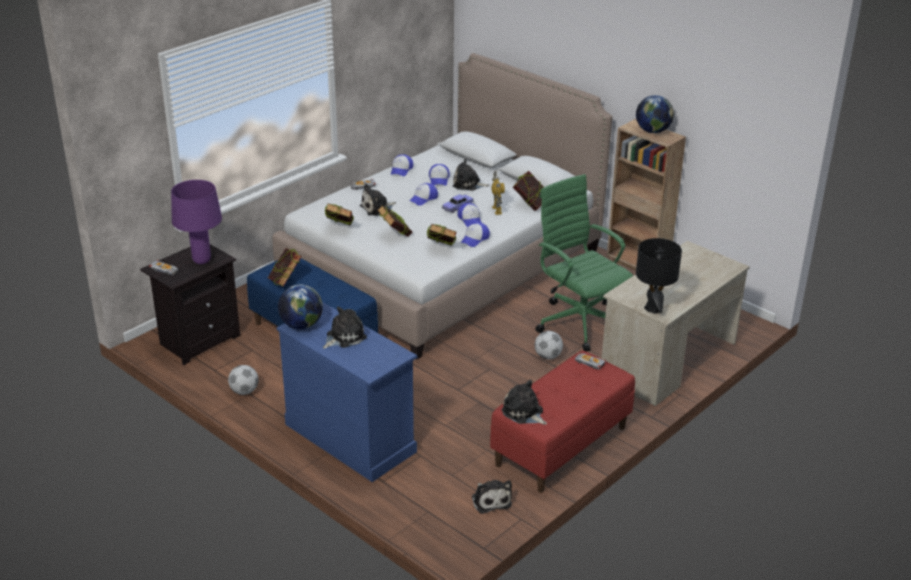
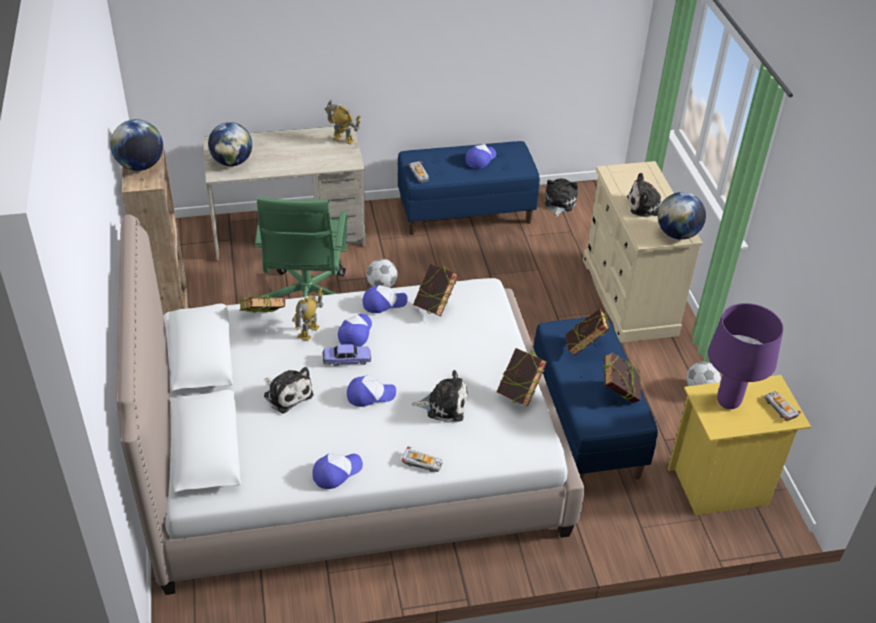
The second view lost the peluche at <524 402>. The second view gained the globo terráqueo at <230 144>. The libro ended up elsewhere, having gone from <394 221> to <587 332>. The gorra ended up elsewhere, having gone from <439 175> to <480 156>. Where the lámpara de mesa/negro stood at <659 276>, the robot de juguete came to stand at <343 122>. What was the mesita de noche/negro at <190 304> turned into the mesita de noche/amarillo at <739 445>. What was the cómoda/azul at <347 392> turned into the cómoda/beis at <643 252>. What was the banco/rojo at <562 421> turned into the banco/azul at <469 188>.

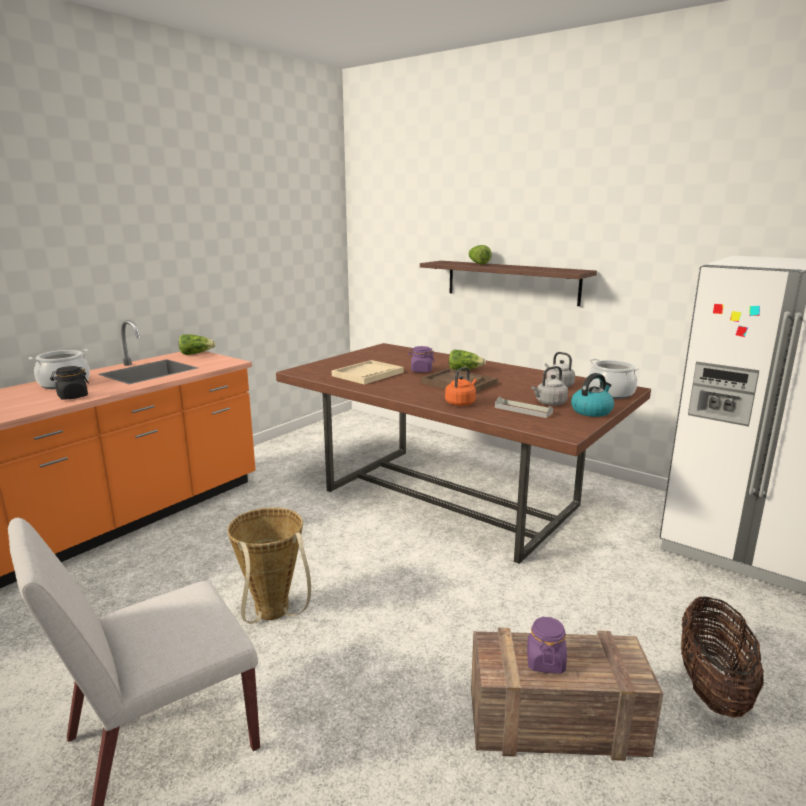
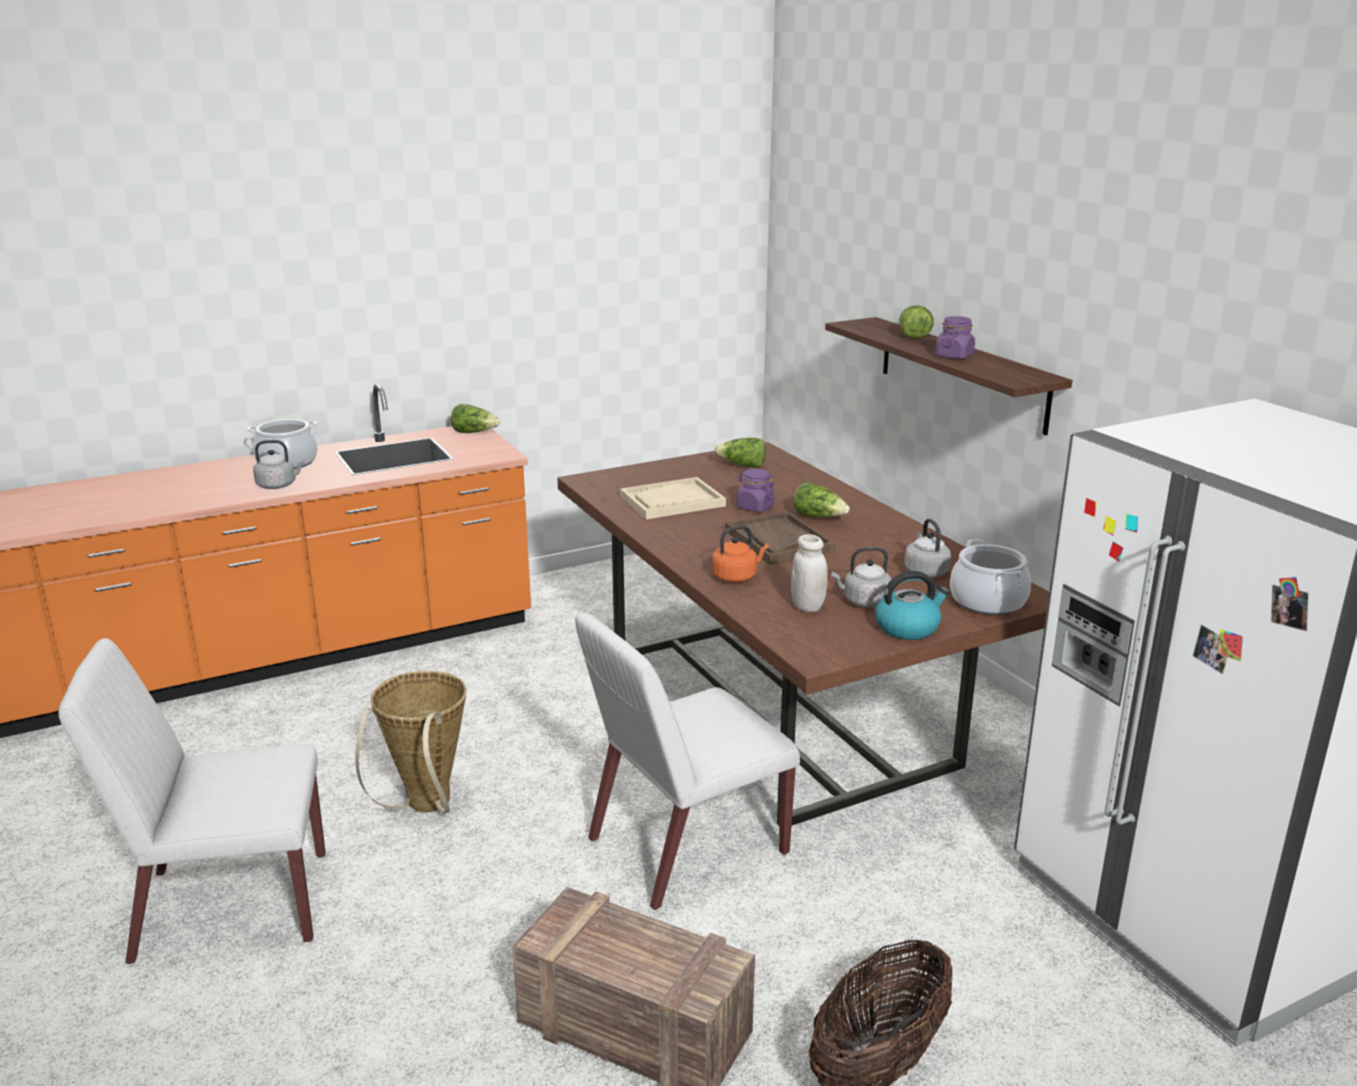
The second view gained the silla/blanco at <687 761>. The second view gained the lechuga at <740 453>. The tarro/morado ended up elsewhere, having gone from <547 645> to <955 337>. Where the tarro/negro stood at <69 383>, the hervidor/gris came to stand at <279 464>. Where the bandeja/gris stood at <524 407>, the tarro/blanco came to stand at <809 573>.

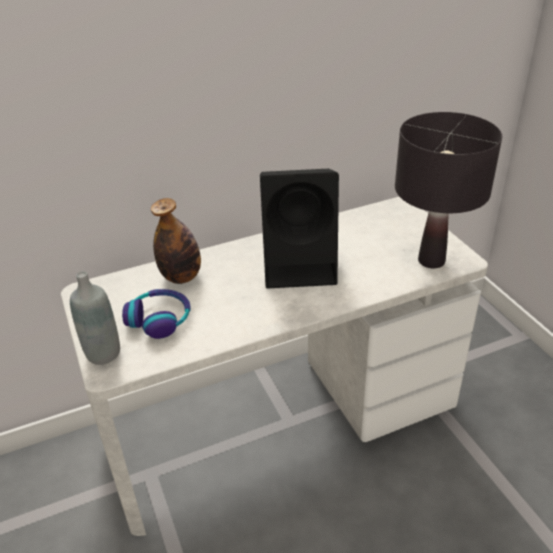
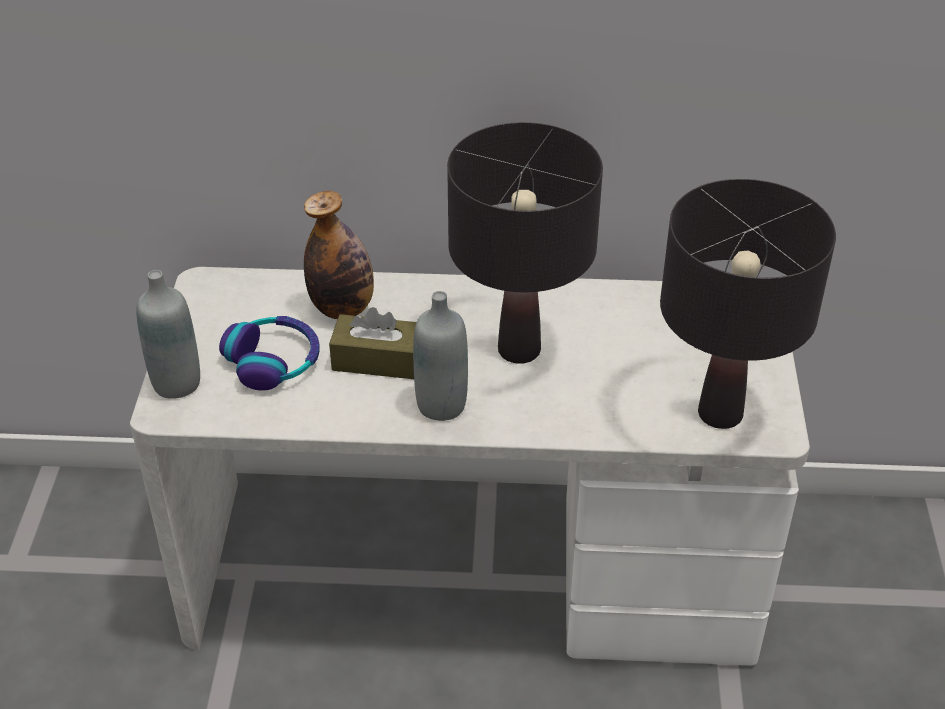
The second view gained the caja de pañuelos/marrón at <372 343>. The second view gained the botella/gris at <440 356>. Where the altavoz/negro stood at <299 229>, the lámpara de mesa/negro came to stand at <525 243>.

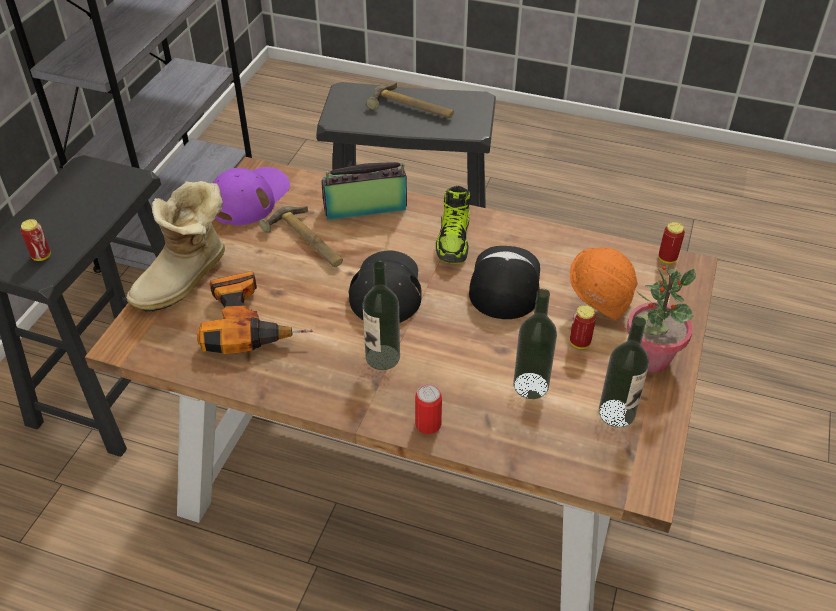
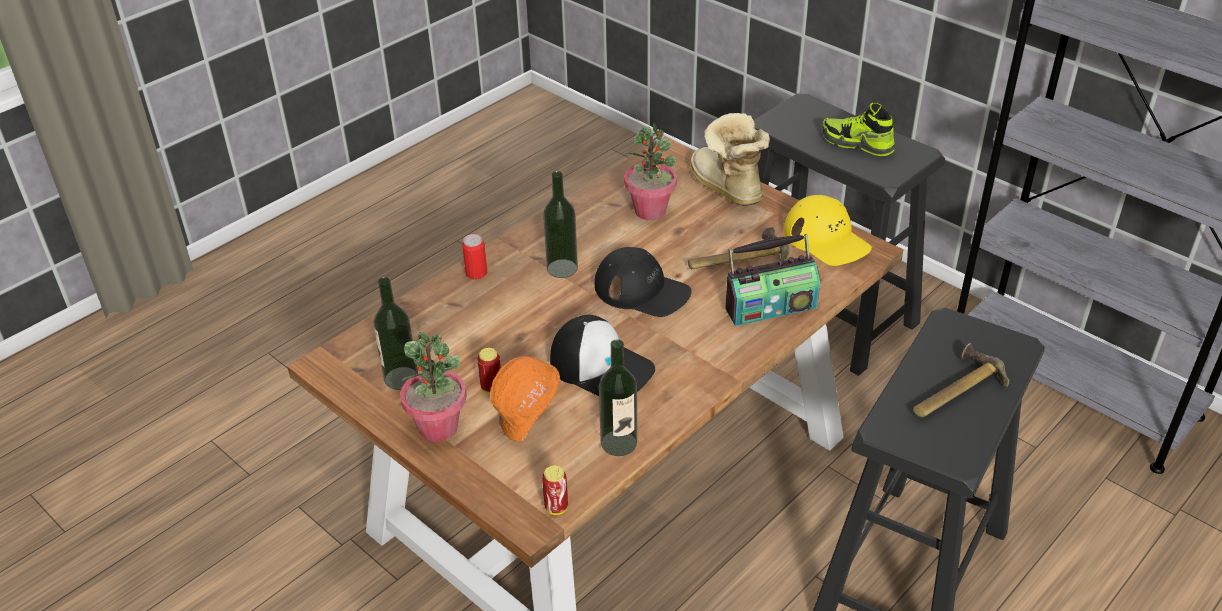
The second view lost the lata at <36 240>. The zapato ended up elsewhere, having gone from <453 225> to <858 129>. The botella ended up elsewhere, having gone from <535 344> to <618 397>. Where the taladro stood at <254 312>, the planta en maceta came to stand at <650 171>. What was the gorra/morado at <251 196> turned into the gorra/amarillo at <828 230>. The radio at <364 191> ended up facing another way, 60 degrees clockwise from before.

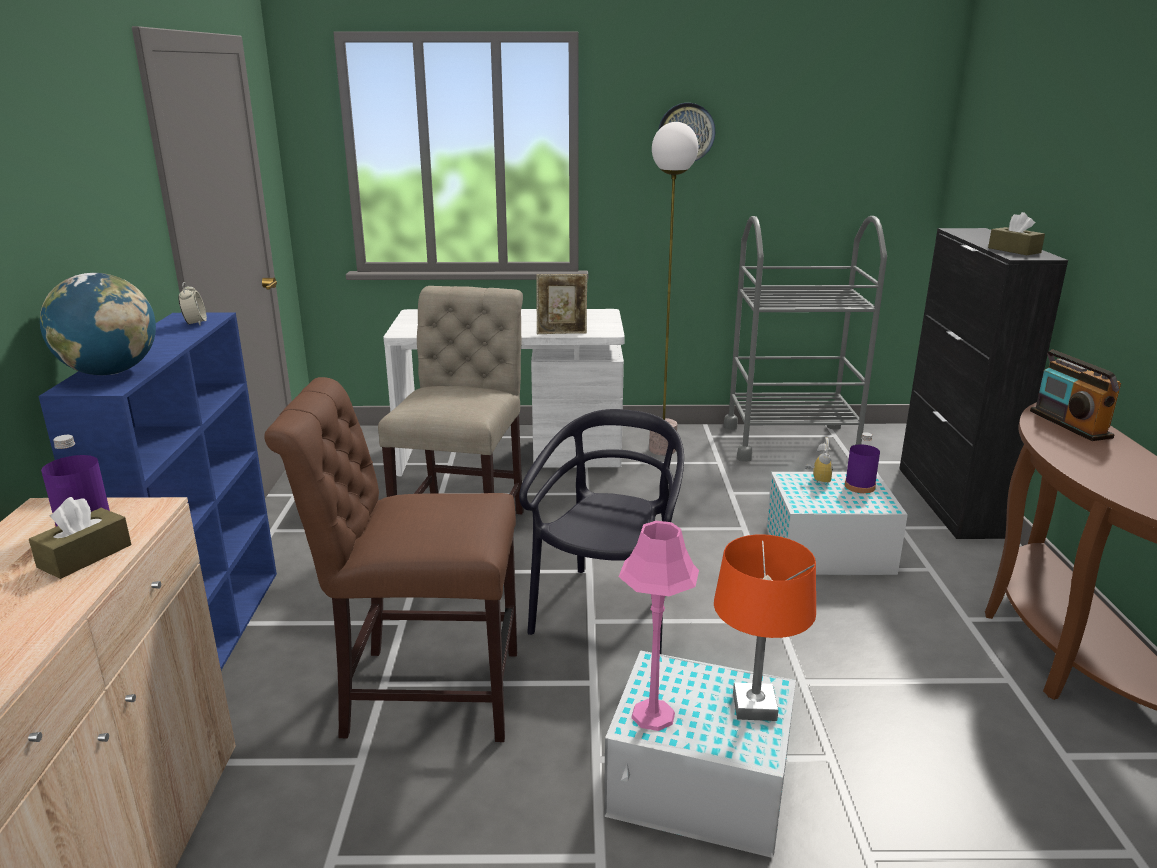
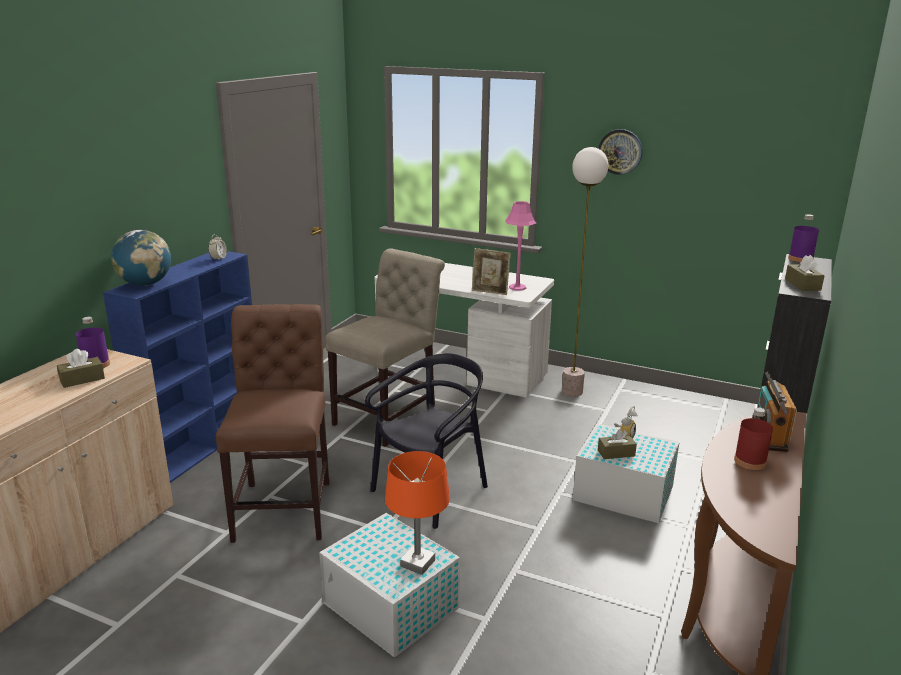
The second view lost the carrito/gris at <805 339>. The second view gained the caja de pañuelos/marrón at <617 444>. The second view gained the botella/rojo at <753 438>. The lámpara de mesa/rosa ended up elsewhere, having gone from <659 626> to <520 246>. The botella/morado ended up elsewhere, having gone from <862 462> to <803 238>. The silla/marrón at <390 559> ended up facing another way, 60 degrees clockwise from before.

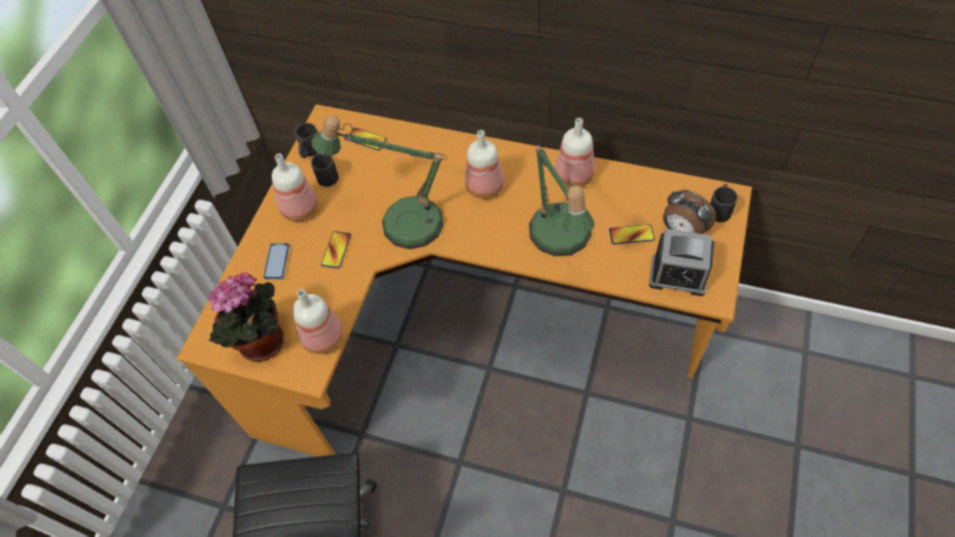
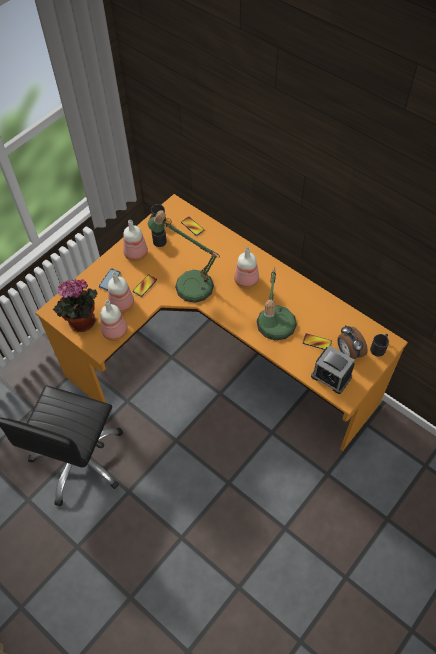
The botella ended up elsewhere, having gone from <575 152> to <121 292>.

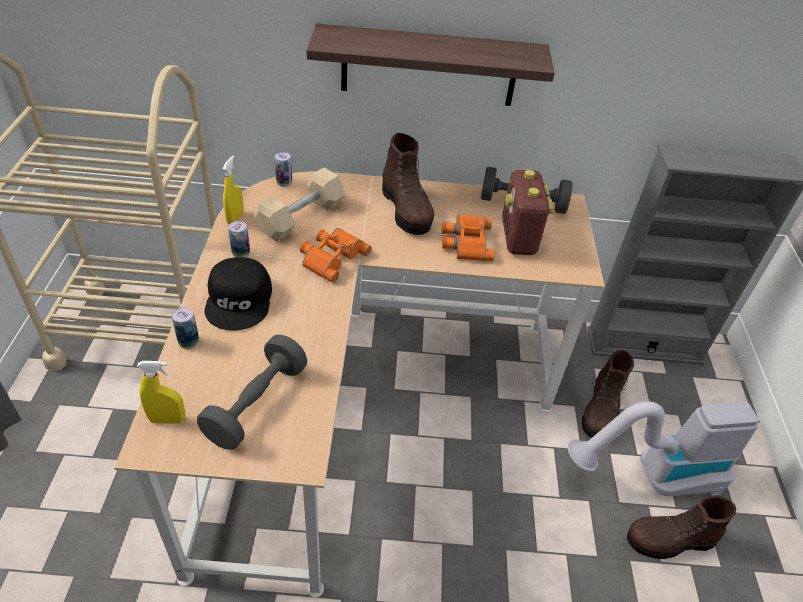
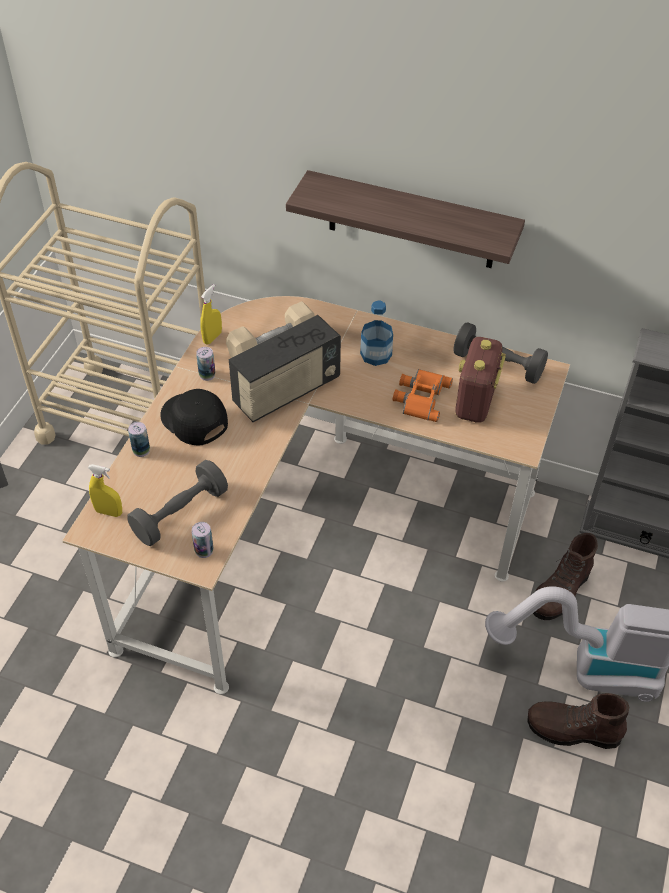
The lata ended up elsewhere, having gone from <283 169> to <202 540>. Where the prismáticos/naranja stood at <336 255>, the radio came to stand at <285 368>. Where the bota/marrón stood at <408 184>, the botella came to stand at <376 333>. The gorra/negro at <238 294> ended up facing another way, 120 degrees clockwise from before.

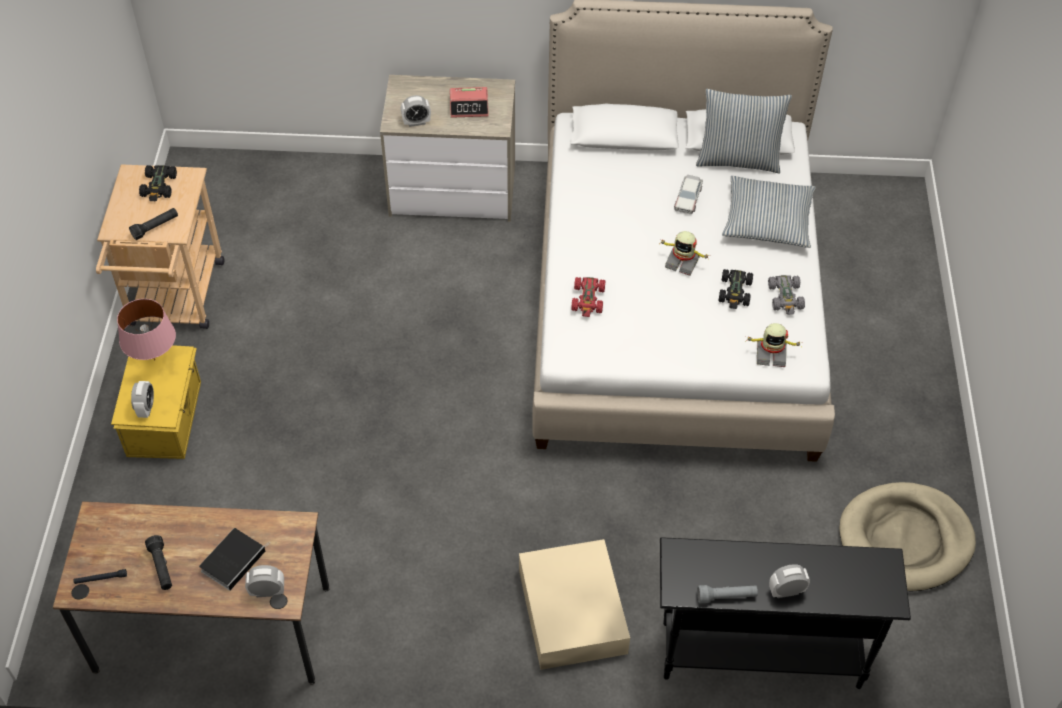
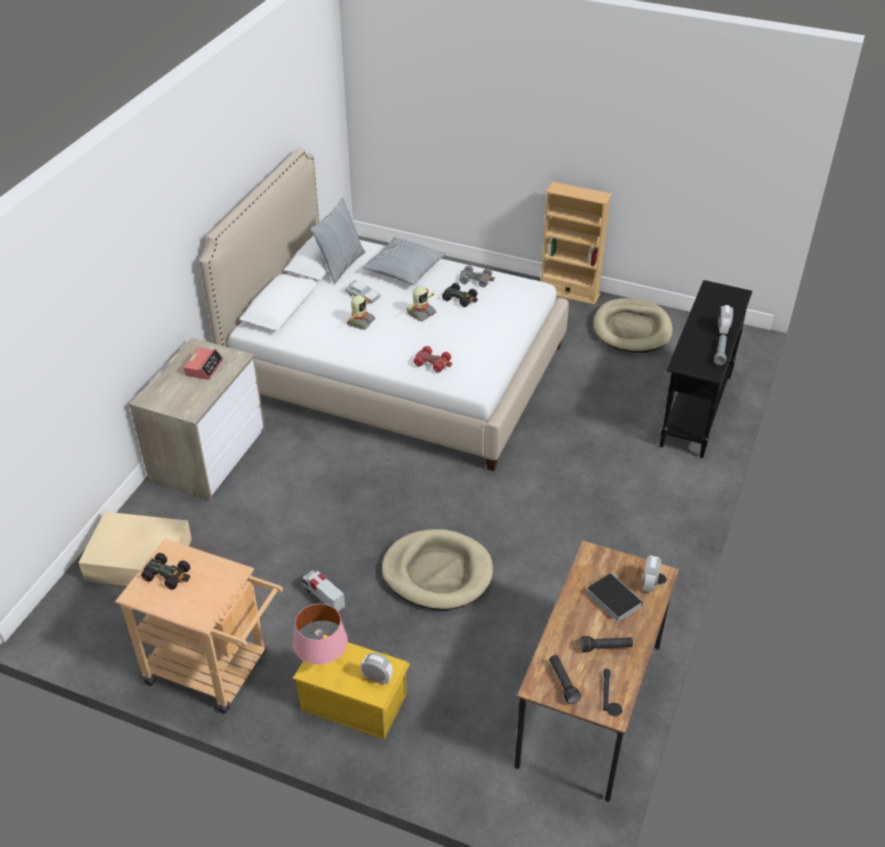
The second view lost the despertador at <416 111>. The second view gained the camión de juguete at <323 591>. The second view gained the cama para perro/beis at <437 569>. The second view gained the estantería/beis at <576 243>. The linterna/negro ended up elsewhere, having gone from <153 224> to <565 679>. The caja de almacenaje/beis ended up elsewhere, having gone from <574 604> to <135 548>. The robot de juguete ended up elsewhere, having gone from <774 345> to <361 312>.

